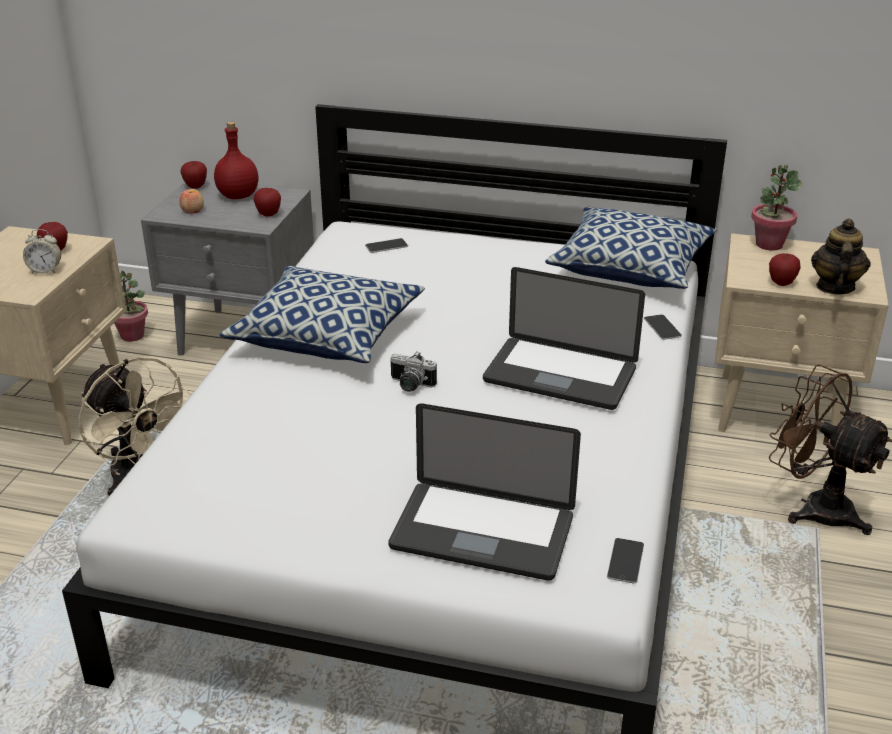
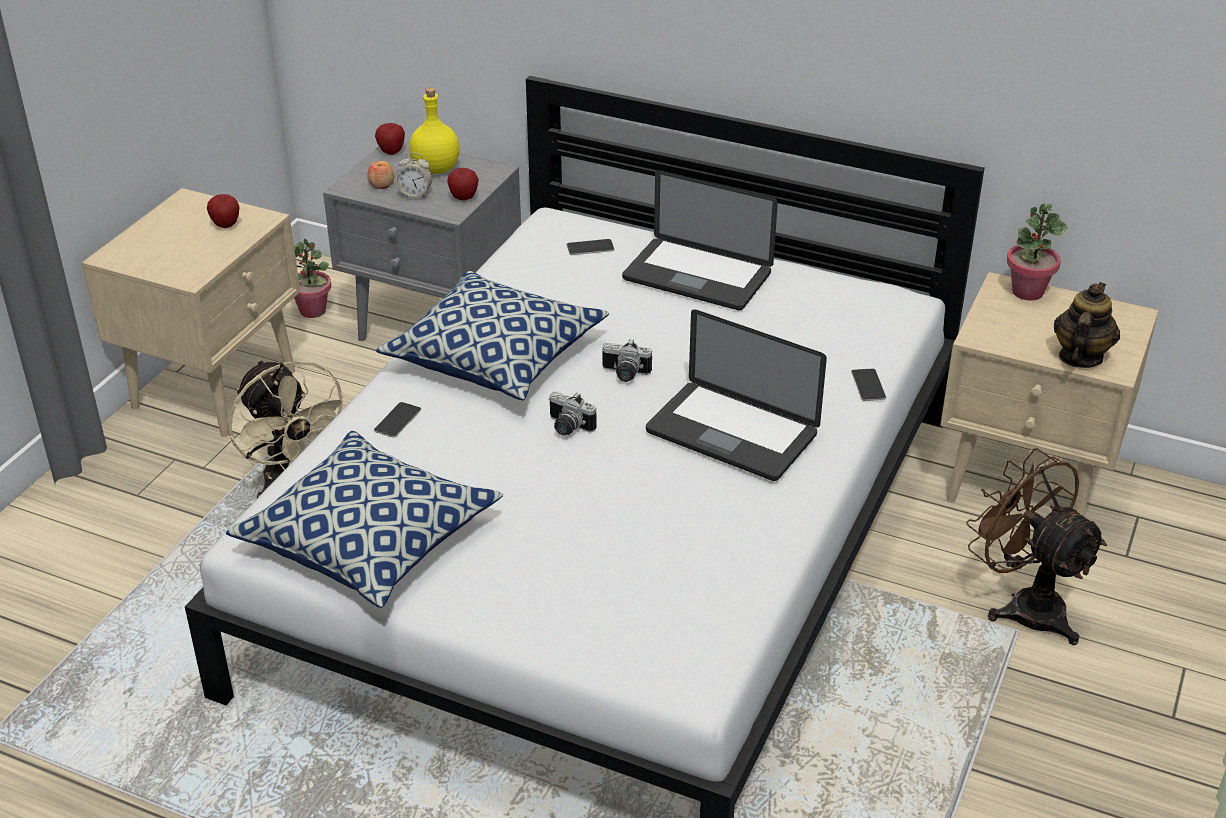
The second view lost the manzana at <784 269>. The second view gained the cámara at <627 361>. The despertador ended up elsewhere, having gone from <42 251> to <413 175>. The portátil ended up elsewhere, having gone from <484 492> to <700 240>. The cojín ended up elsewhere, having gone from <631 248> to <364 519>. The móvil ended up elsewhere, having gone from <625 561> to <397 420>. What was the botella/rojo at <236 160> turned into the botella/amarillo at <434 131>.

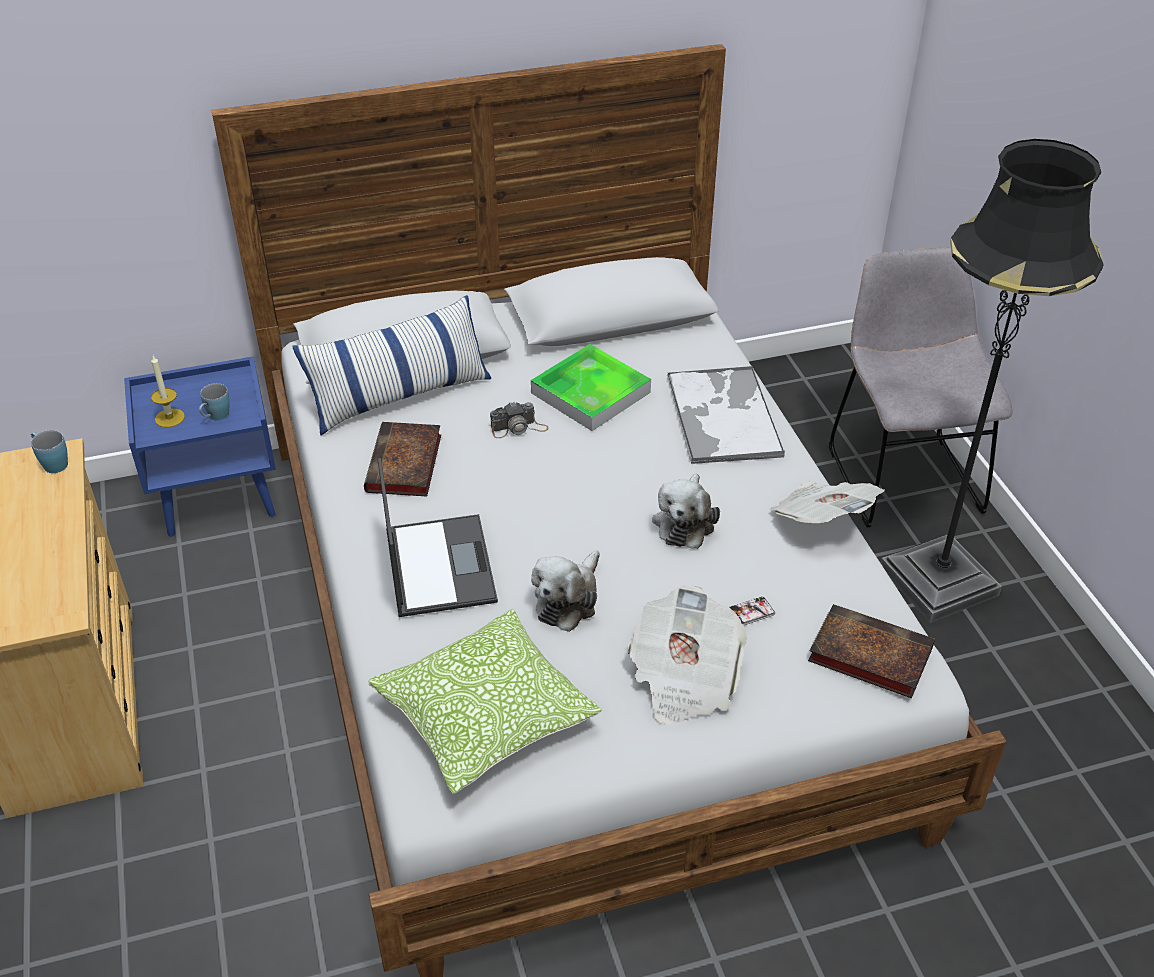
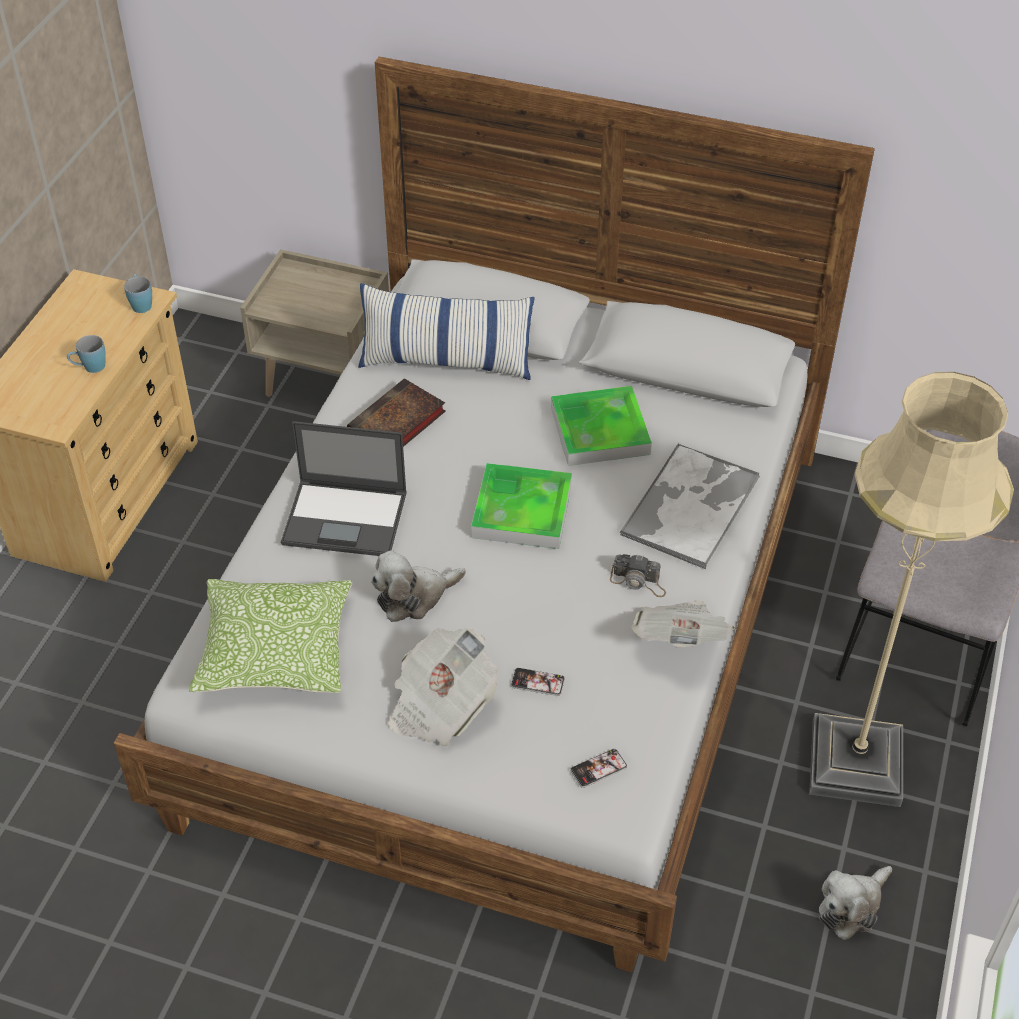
The second view lost the vela at <168 391>. The second view gained the bandeja at <521 506>. The taza grande/azul ended up elsewhere, having gone from <214 402> to <86 354>. The cámara ended up elsewhere, having gone from <519 419> to <638 575>. The peluche ended up elsewhere, having gone from <686 511> to <855 903>. Where the libro stood at <871 651>, the móvil came to stand at <598 768>. What was the mesita de noche/azul at <200 447> turned into the mesita de noche/beis at <314 323>. What was the lámpara de pie/negro at <992 381> turned into the lámpara de pie/beis at <911 589>. The portátil at <438 537> ended up facing another way, 75 degrees clockwise from before.

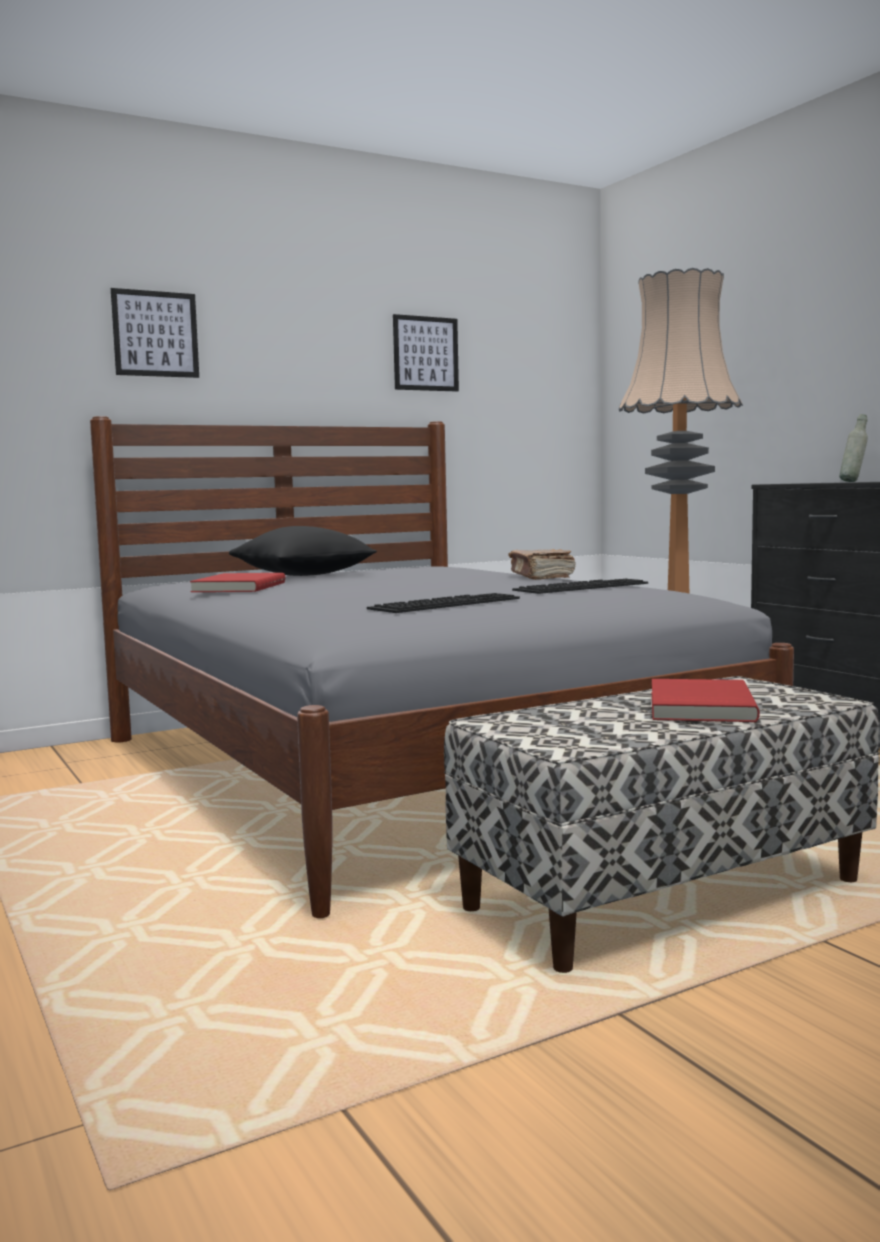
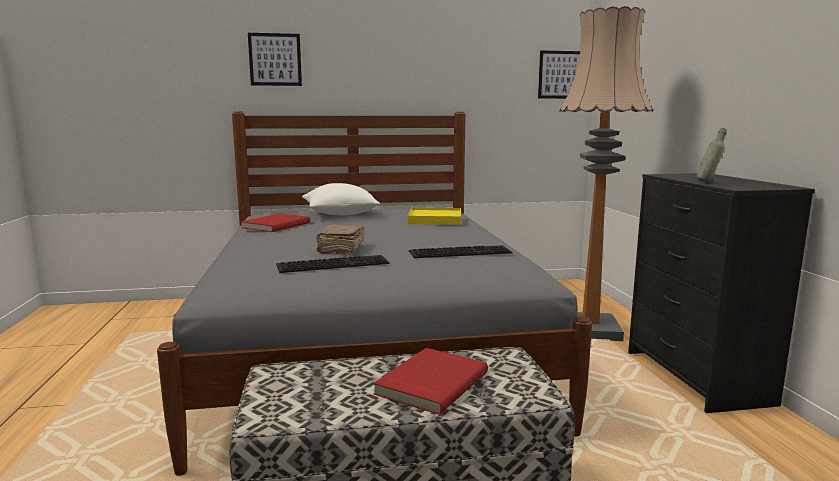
The second view gained the bandeja/amarillo at <434 216>. The cuadro ended up elsewhere, having gone from <426 353> to <559 74>. The libro/marrón ended up elsewhere, having gone from <542 564> to <340 239>. What was the cojín/negro at <303 551> turned into the cojín/blanco at <341 199>.

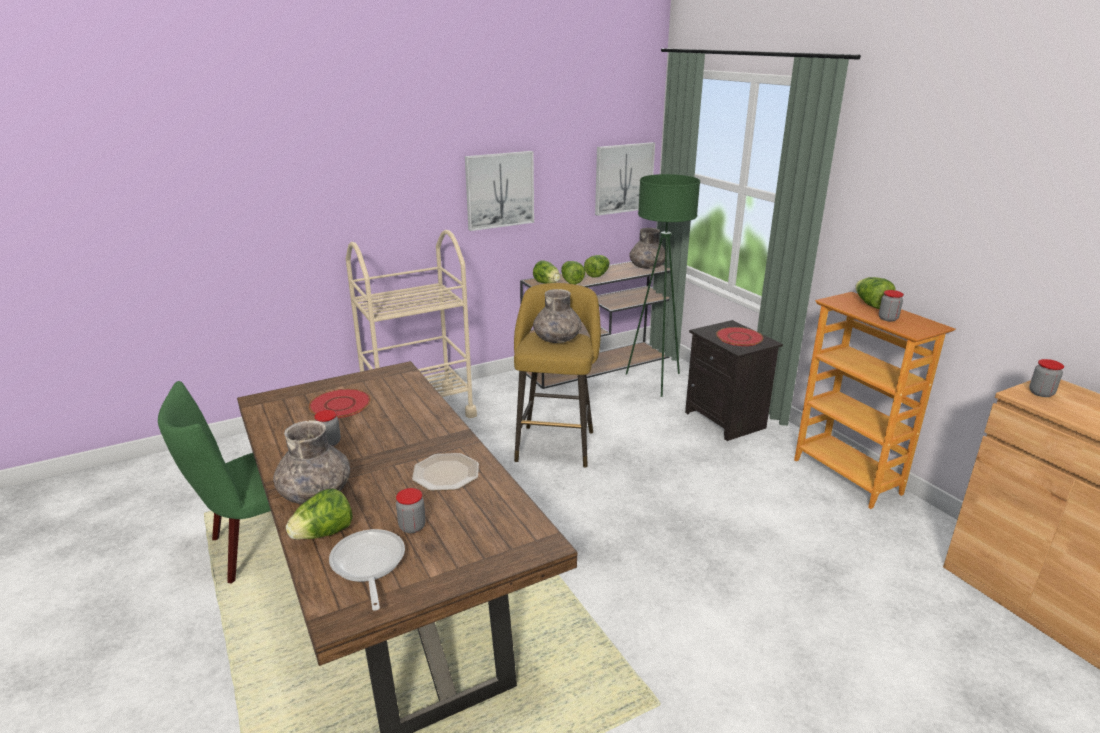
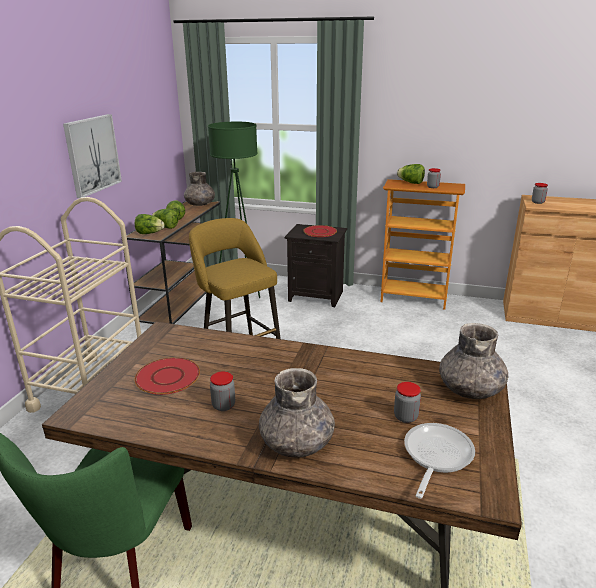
The second view lost the lechuga at <319 514>. The second view lost the plato at <445 472>. The second view lost the cuadro at <625 179>. The florero/gris ended up elsewhere, having gone from <557 316> to <473 361>. The sartén at <367 570> ended up facing another way, 90 degrees clockwise from before.

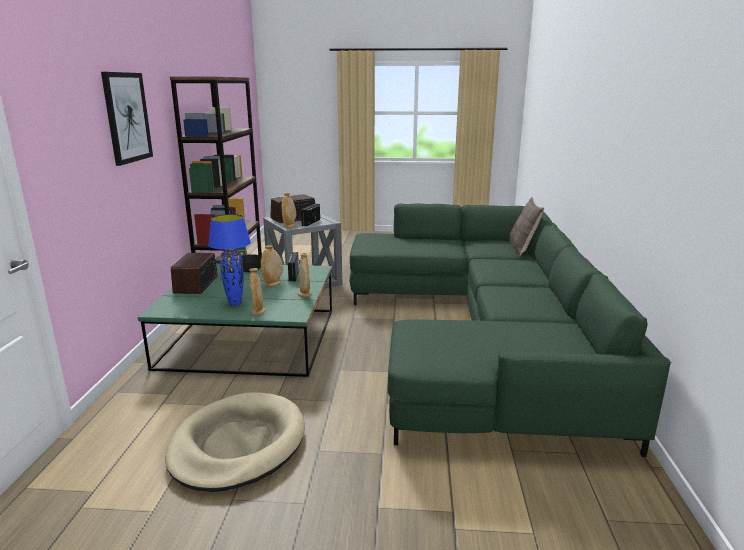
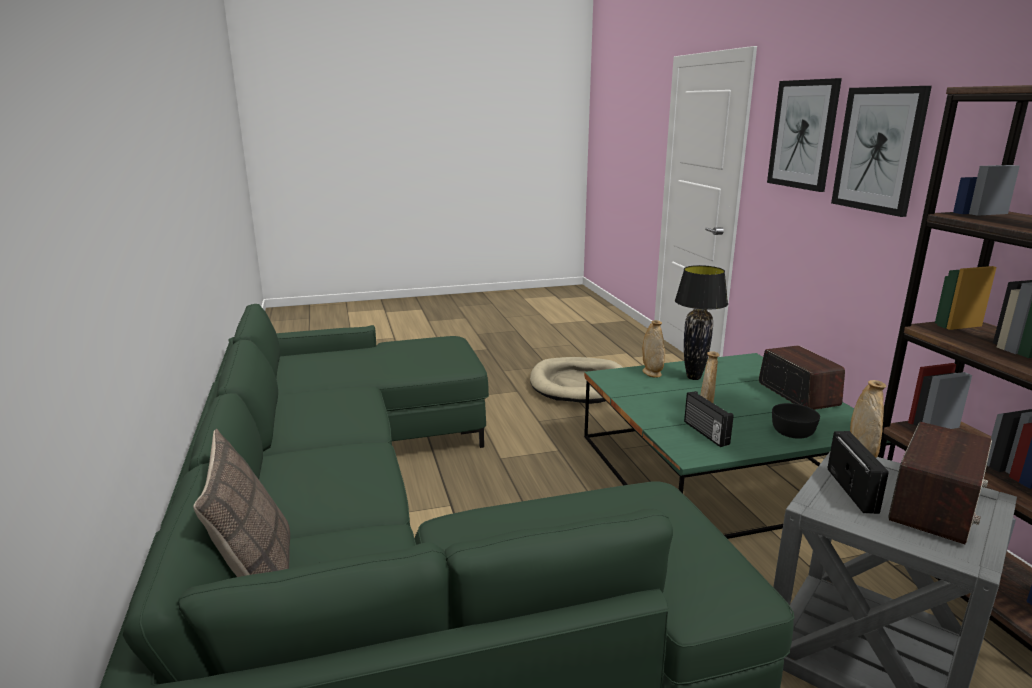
The second view lost the florero/beis at <304 275>. The second view gained the cuadro at <804 135>. What was the lámpara de mesa/azul at <229 260> turned into the lámpara de mesa/negro at <701 322>.

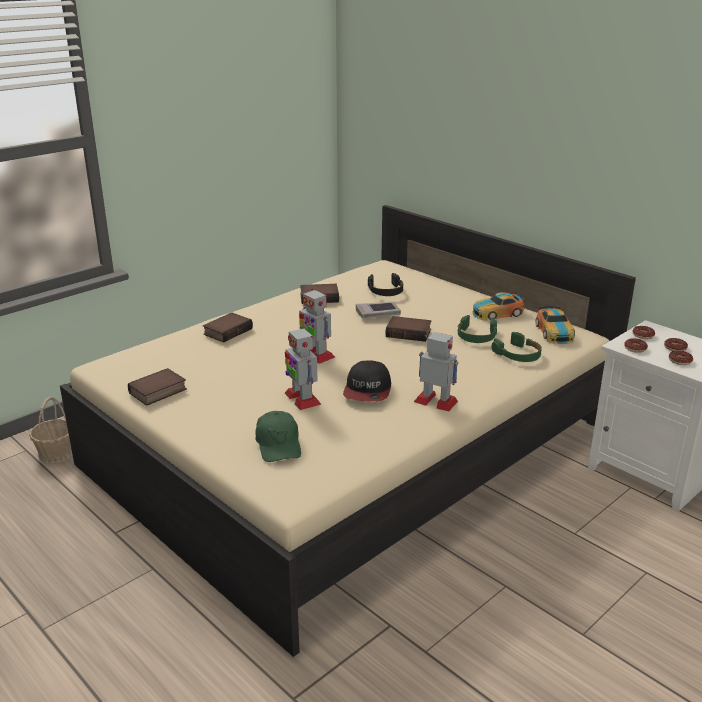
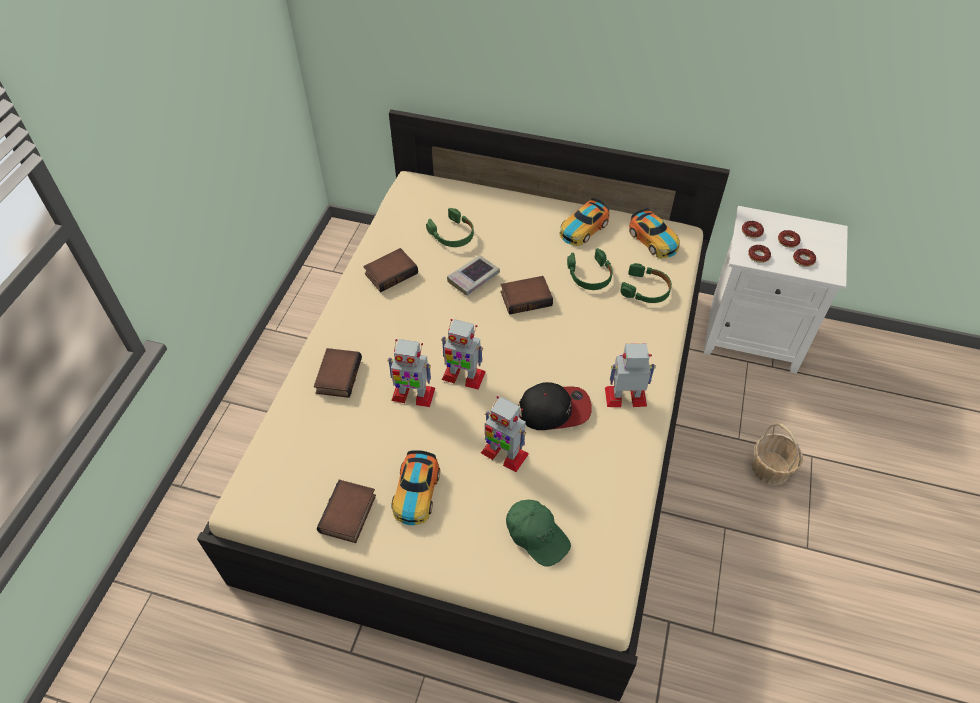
The second view gained the robot de juguete at <411 373>. The second view gained the coche de juguete at <415 487>. The cesta ended up elsewhere, having gone from <50 430> to <777 453>. What was the auriculares/negro at <385 284> turned into the auriculares/verde at <450 227>. The gorra at <367 380> ended up facing another way, 75 degrees counterclockwise from before.

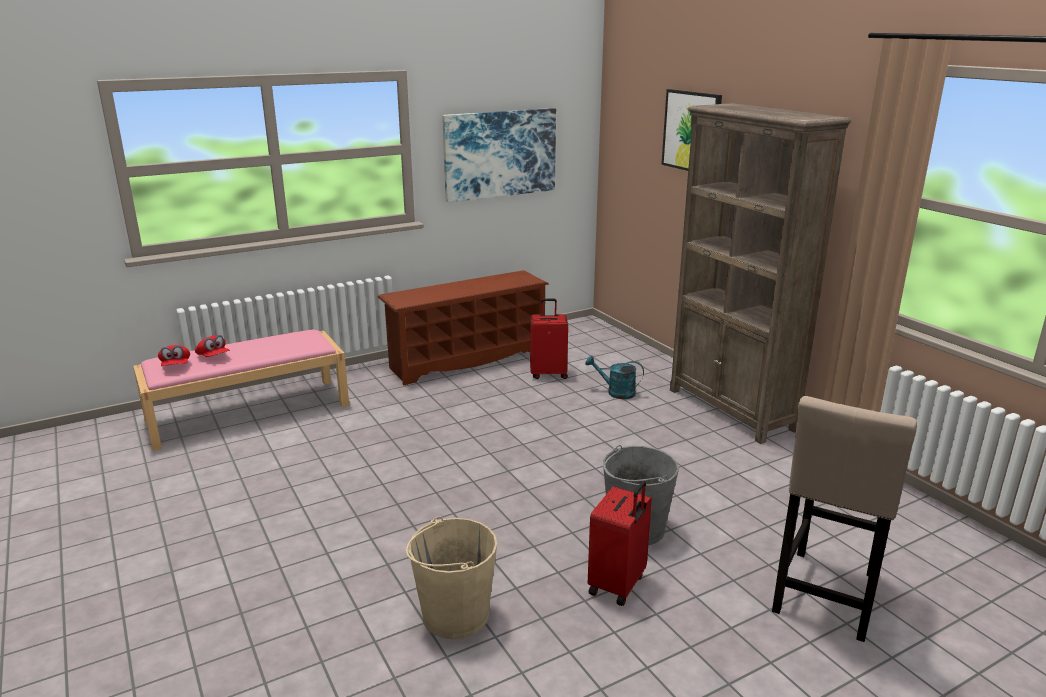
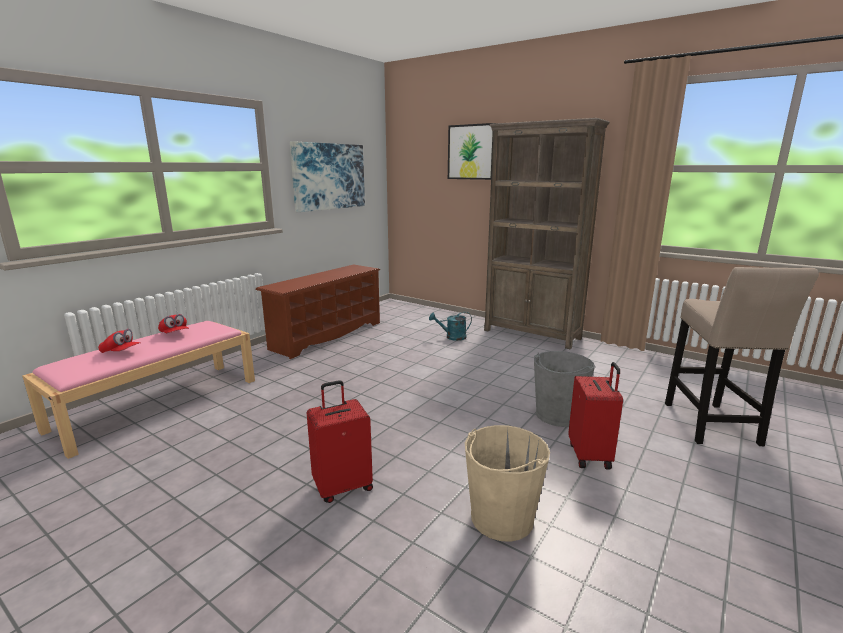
The gorra/rojo ended up elsewhere, having gone from <174 355> to <173 323>. The maleta/rojo ended up elsewhere, having gone from <549 339> to <340 441>.

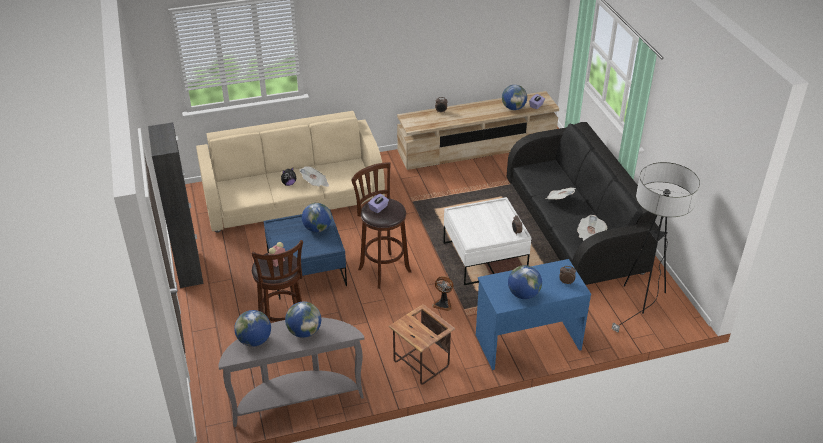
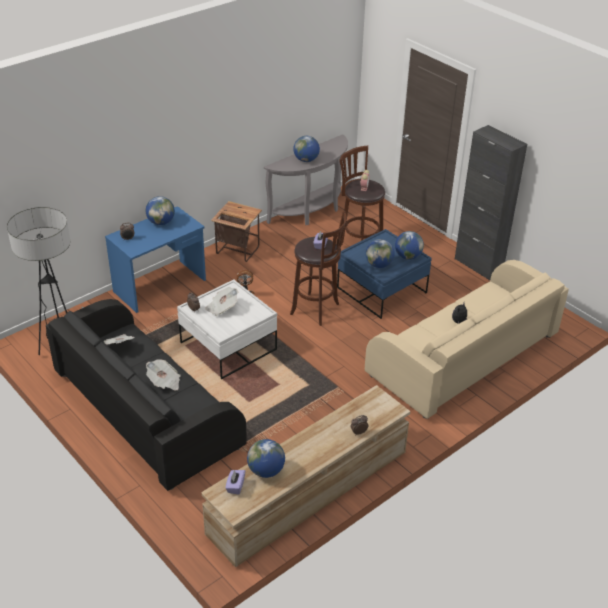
The globo terráqueo ended up elsewhere, having gone from <252 328> to <409 245>. The periódico ended up elsewhere, having gone from <314 176> to <222 301>.

